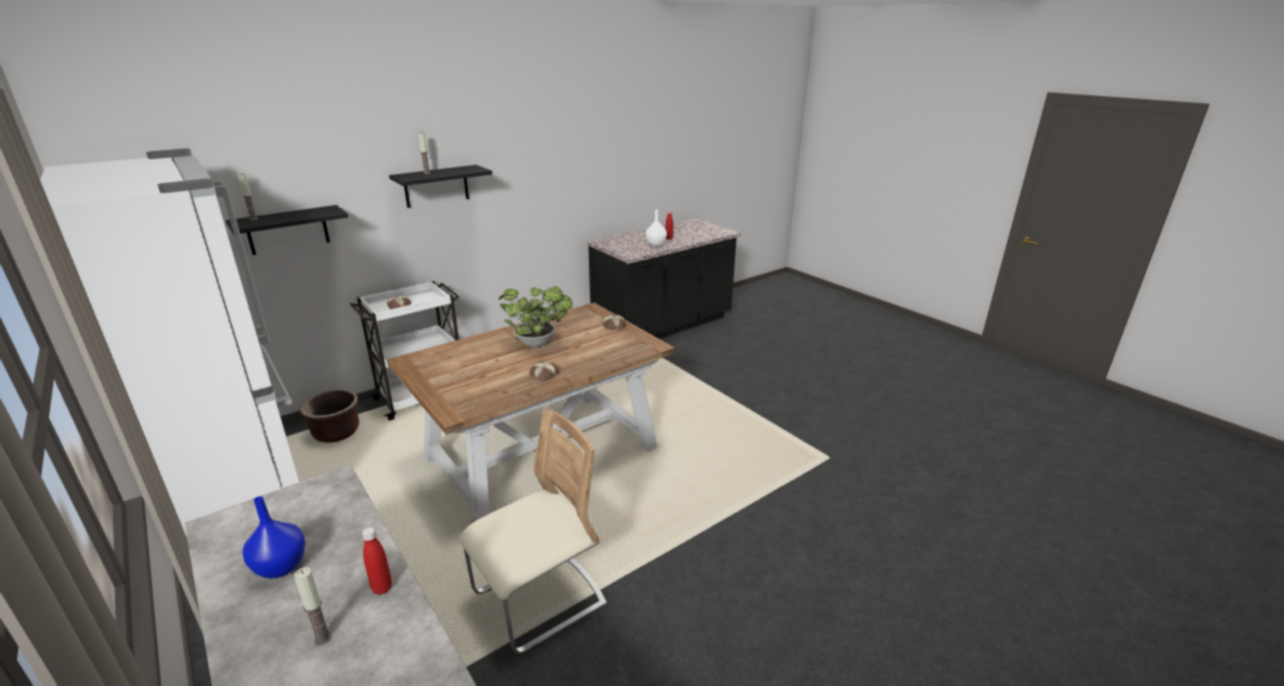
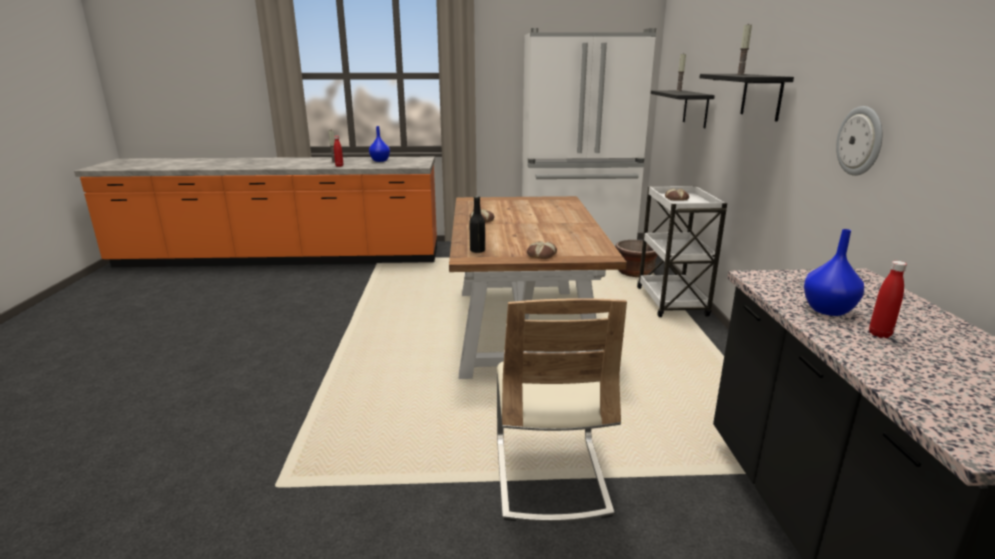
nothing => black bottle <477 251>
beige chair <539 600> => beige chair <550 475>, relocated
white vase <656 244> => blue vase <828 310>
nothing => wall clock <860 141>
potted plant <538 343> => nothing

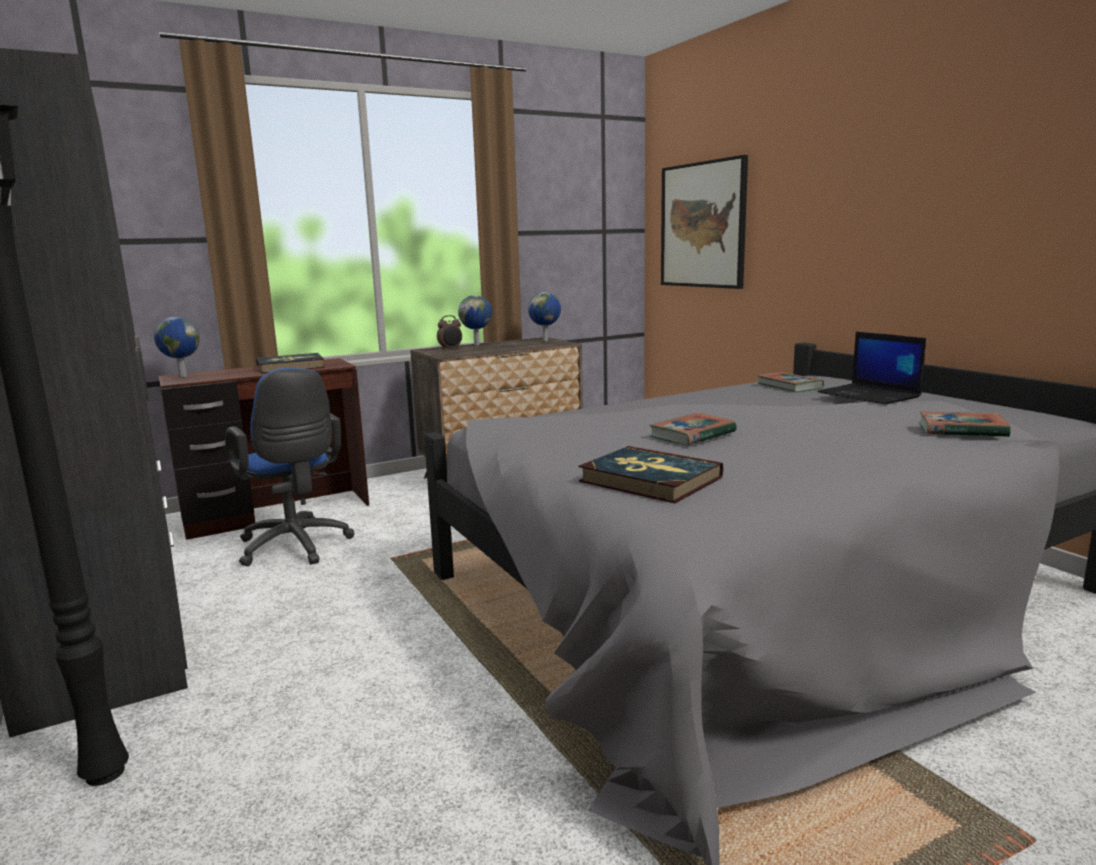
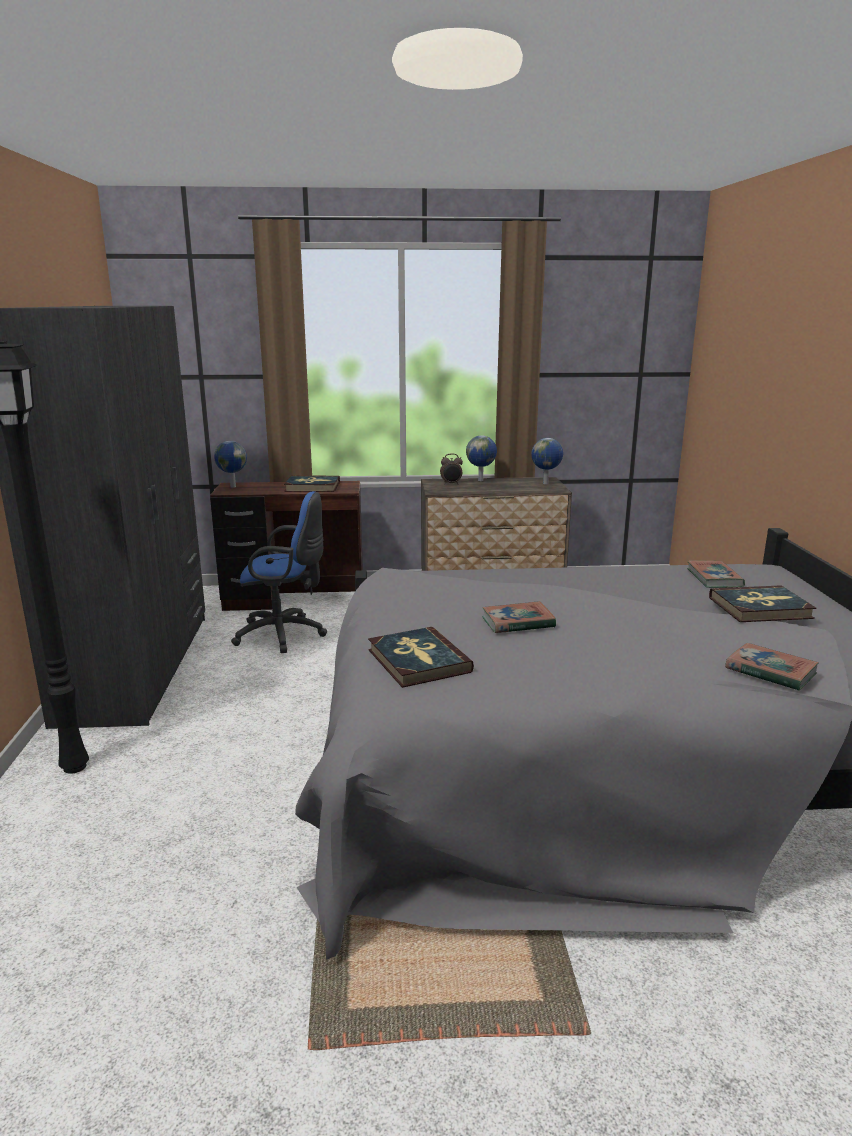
blue office chair <296 547> => blue office chair <285 635>, 75 degrees counterclockwise
laptop <870 395> => book <760 608>
picture <702 225> => nothing

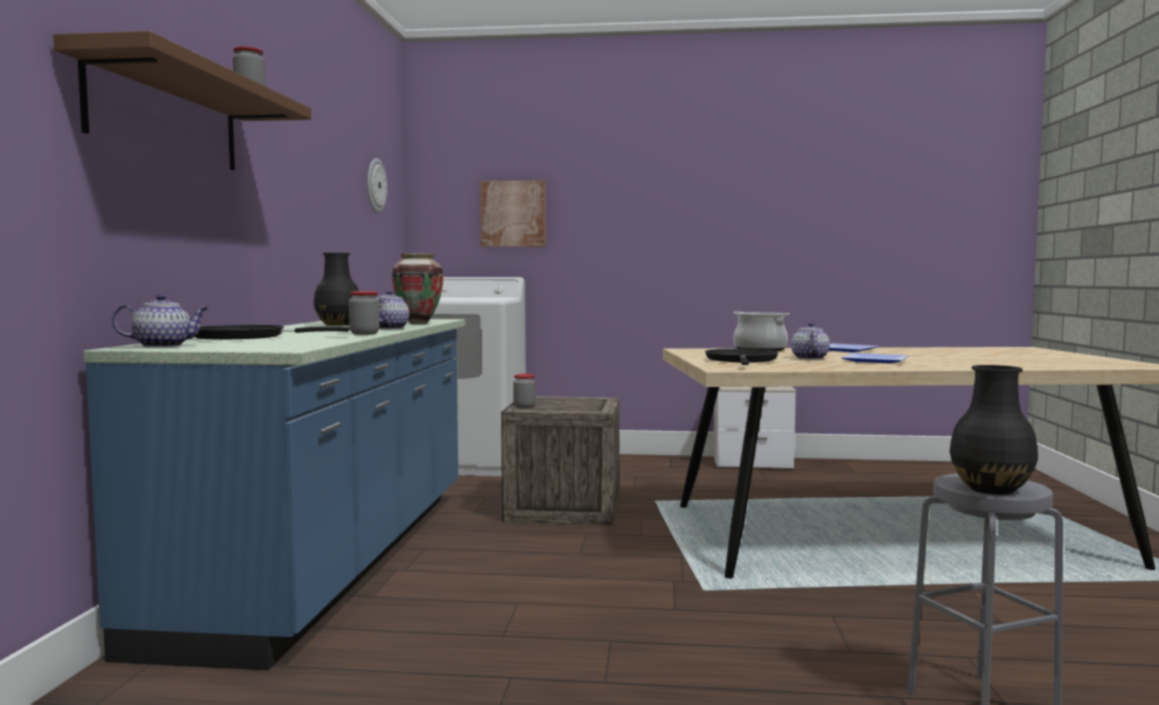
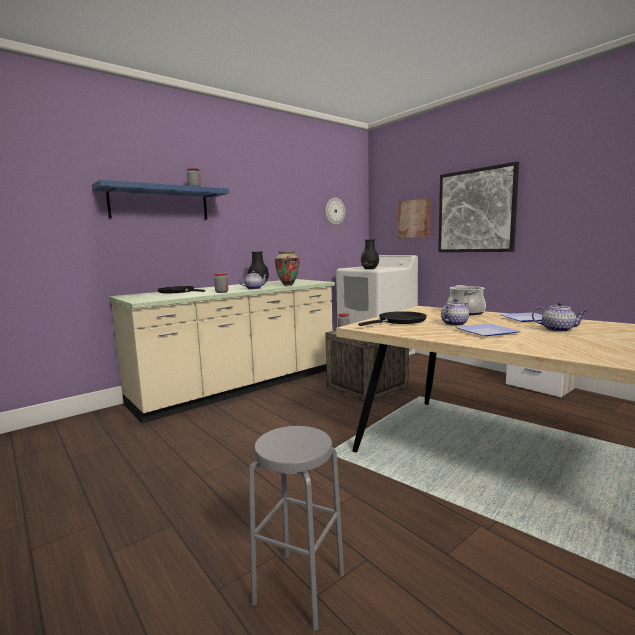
brown shelf <166 116> => blue shelf <160 203>
blue counter <332 560> => beige counter <238 387>
black vase <992 489> => black vase <370 269>, relocated
nothing => picture <476 211>
teapot <164 346> => teapot <558 329>, relocated

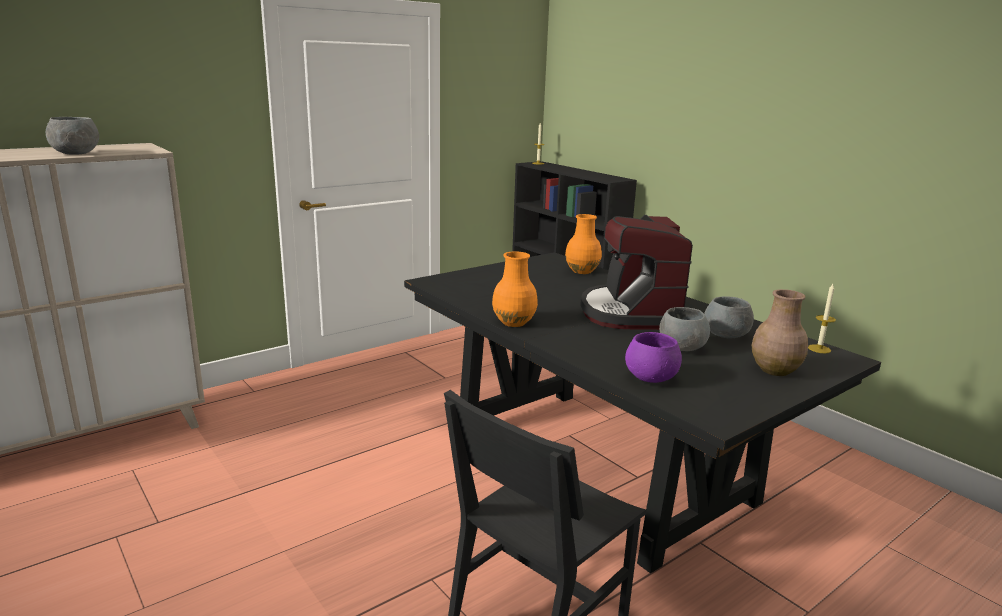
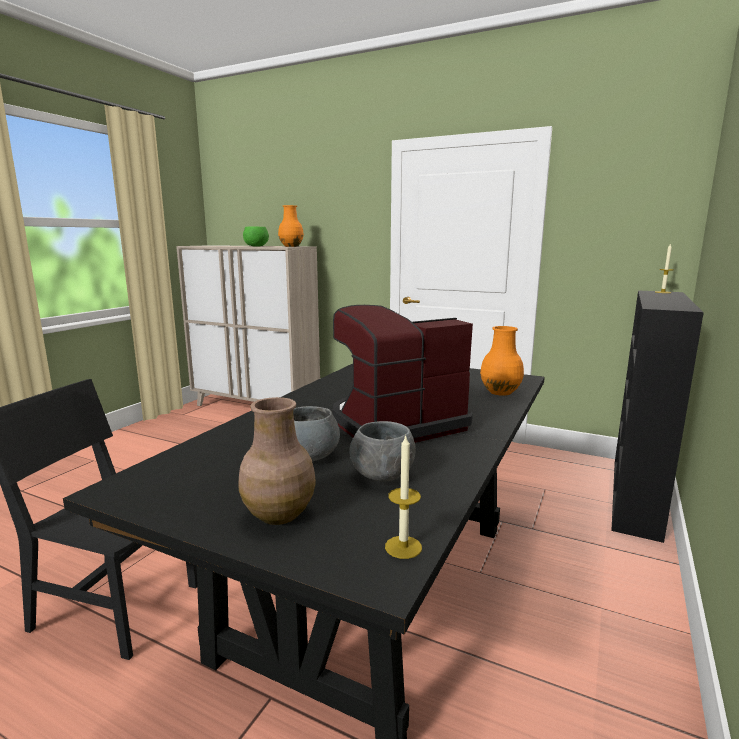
grey bowl <75 154> => green bowl <256 246>
orange vase <514 323> => orange vase <291 246>, relocated
purple bowl <651 378> => nothing

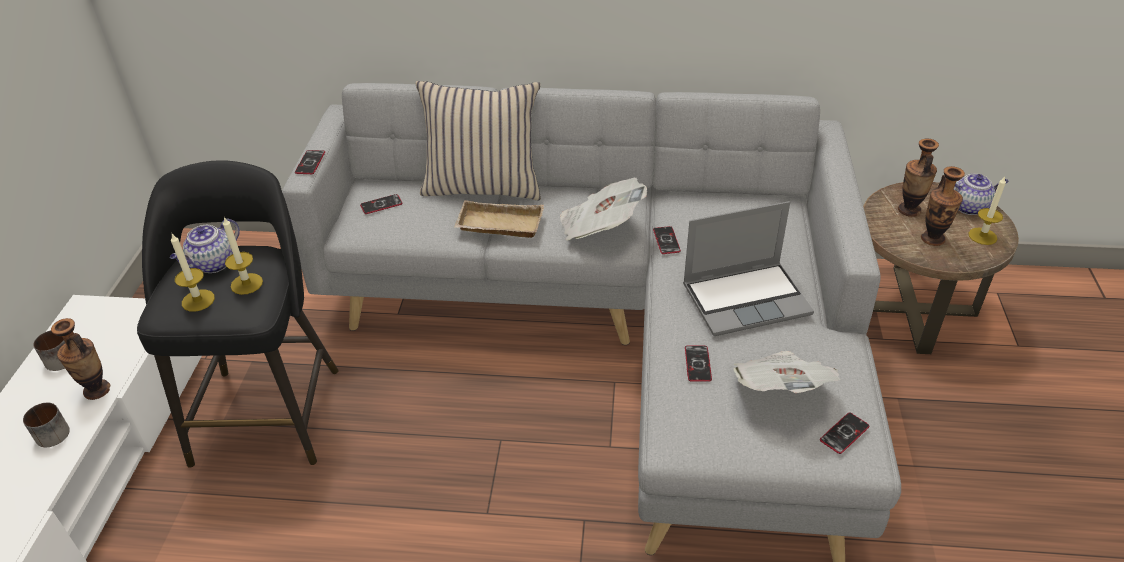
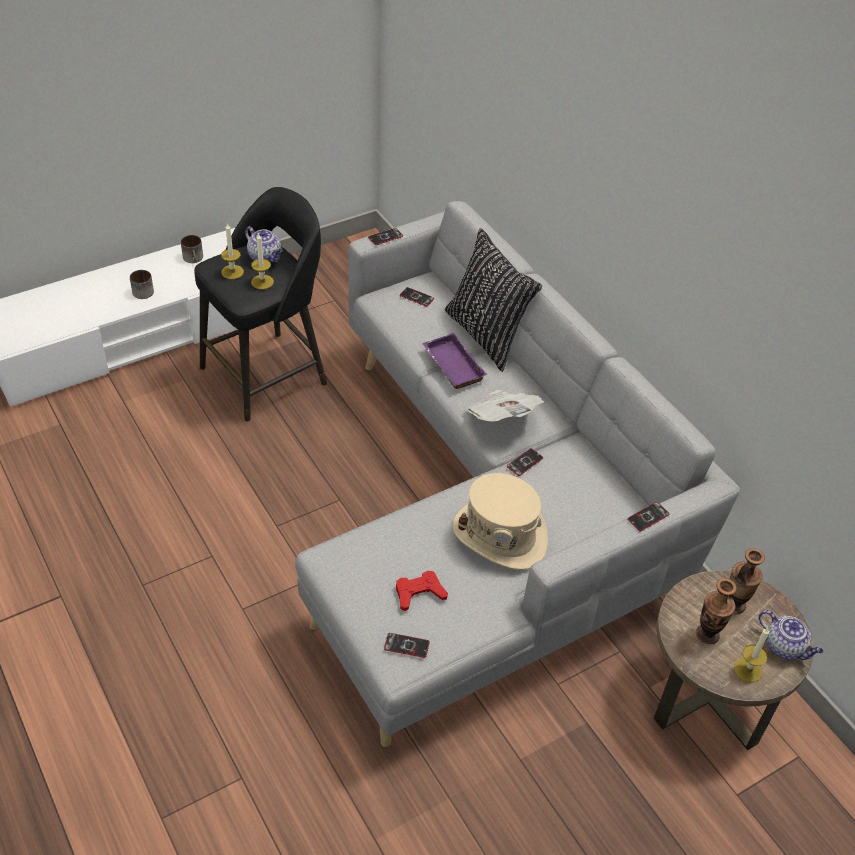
teapot <212 264> => teapot <265 258>, 135 degrees counterclockwise
newspaper <780 390> => red game controller <419 593>
beige tray <498 226> => purple tray <451 365>
beige pillow <483 186> => black pillow <487 335>
laptop <746 299> => beige hat <500 536>
phone <697 364> => phone <648 517>, relocated
vase <97 390> => nothing

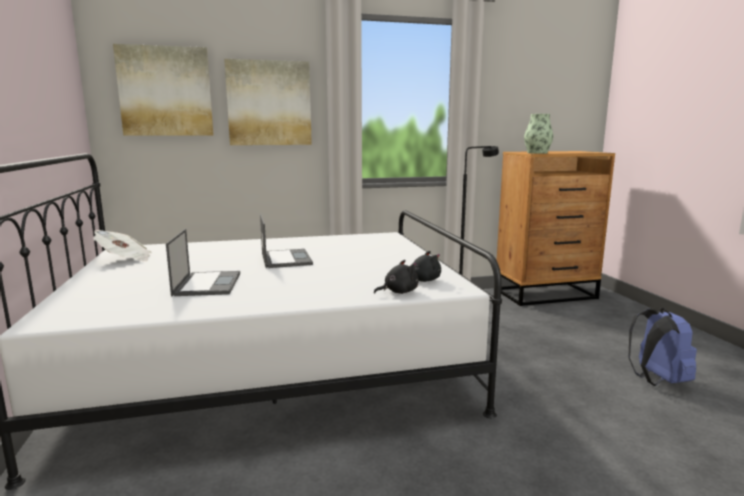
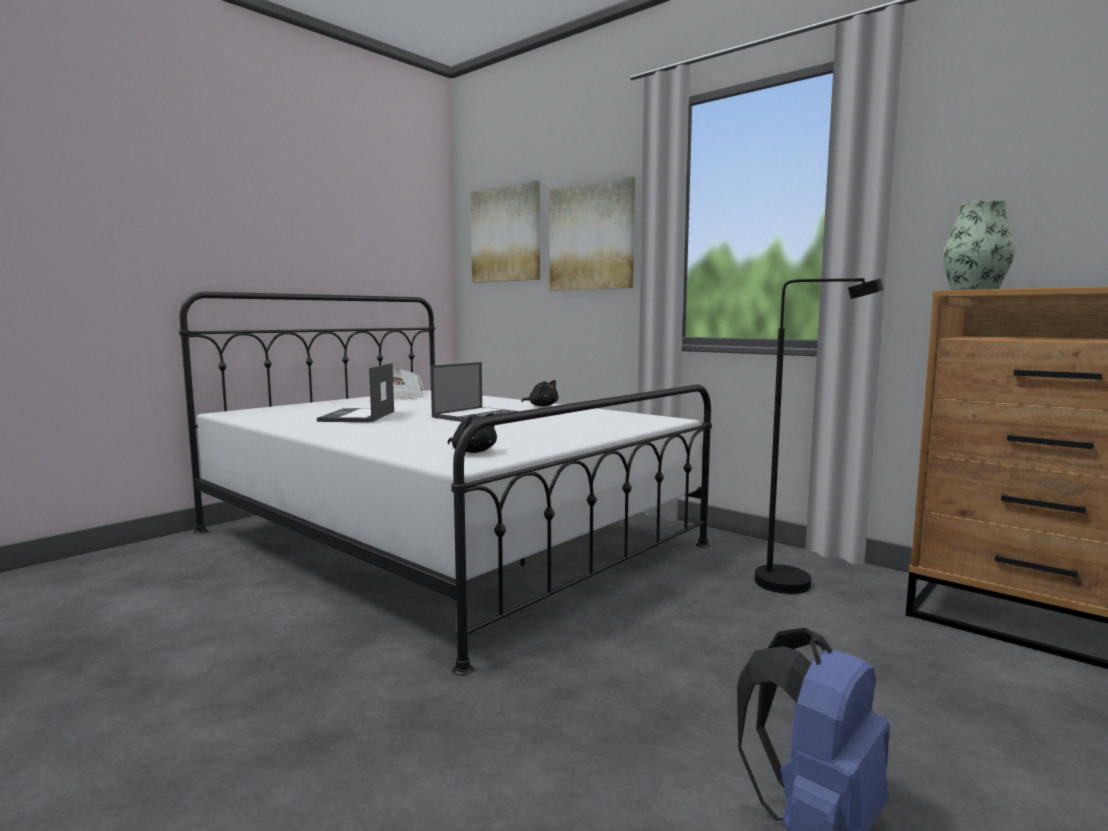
laptop <207 284> => laptop <357 416>, 135 degrees clockwise
black plush toy <398 292> => black plush toy <542 406>, relocated

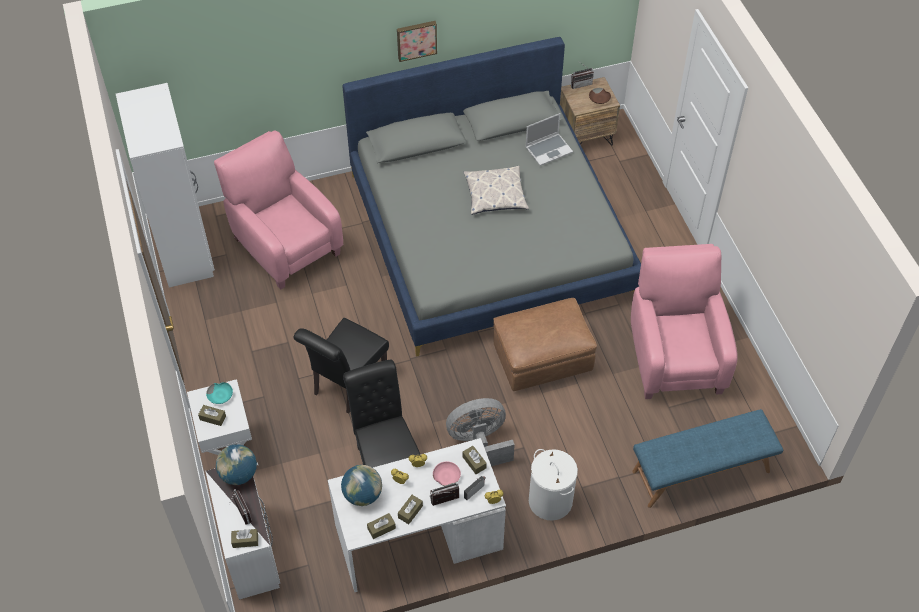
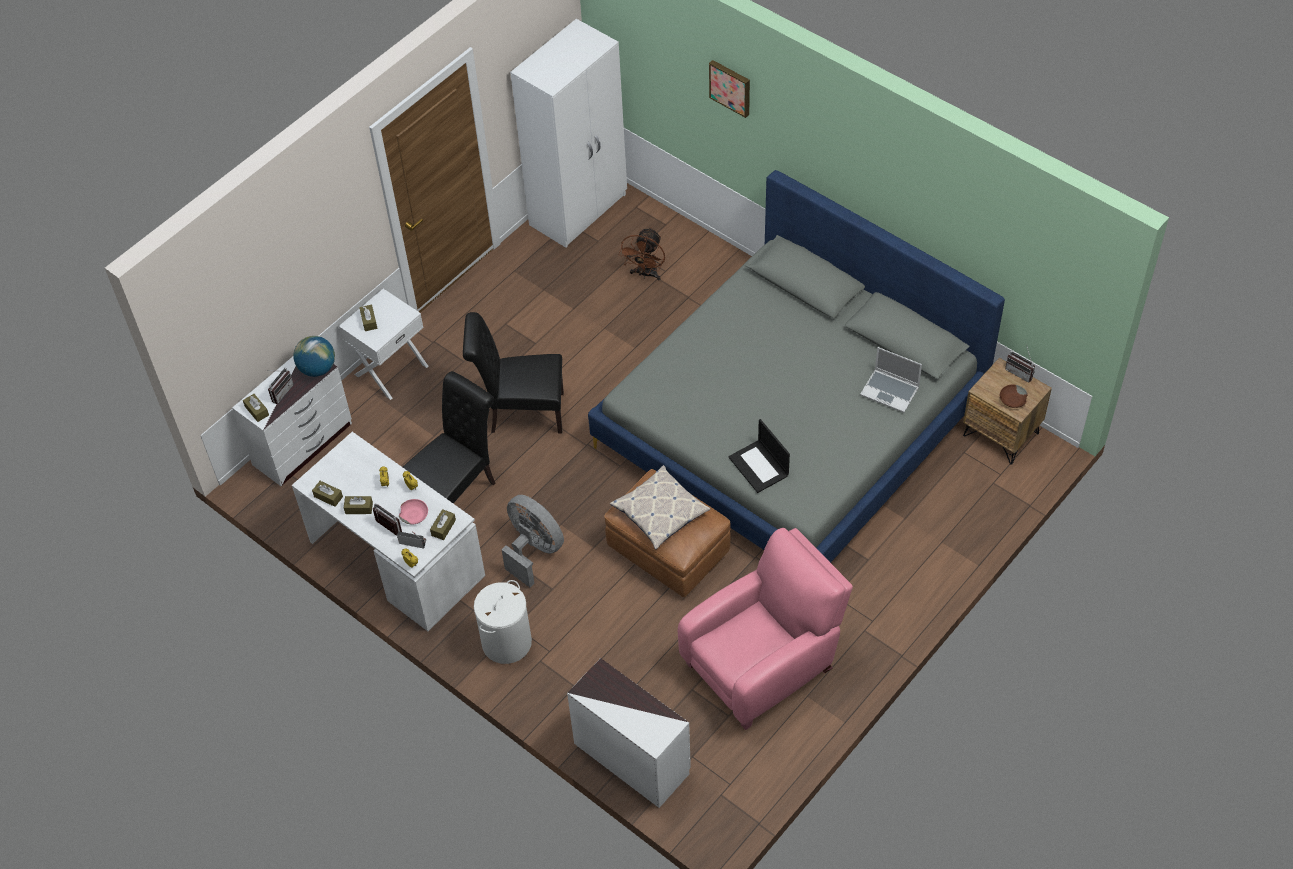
blue bench <701 472> => white dresser <632 757>
pillow <495 195> => pillow <660 512>, relocated
pink armchair <284 243> => brown fan <645 274>
picture <416 39> => picture <731 87>, relocated
nothing => laptop <759 466>
turquoise bowl <221 395> => nothing
globe <363 495> => nothing

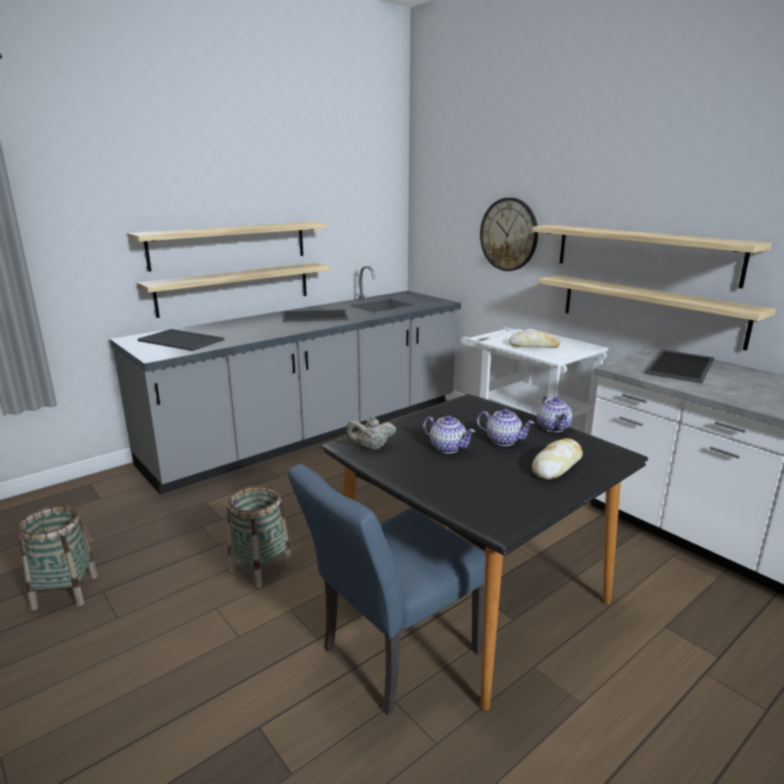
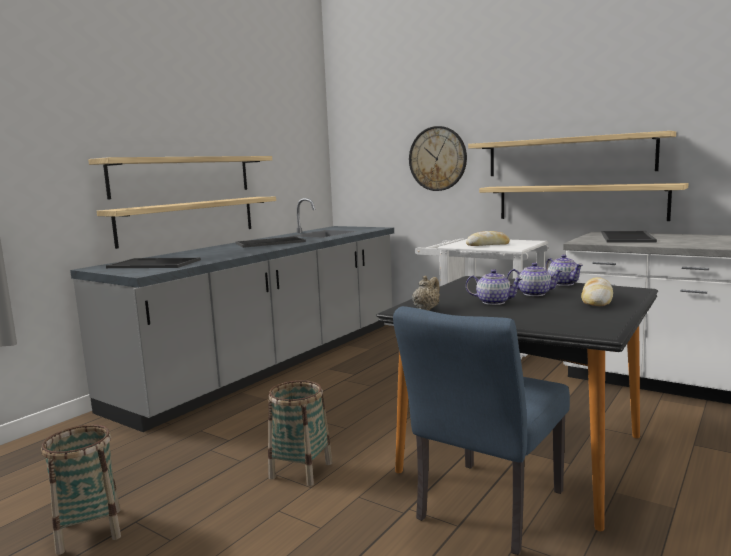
beige teapot <371 447> => beige teapot <426 309>, 150 degrees clockwise

